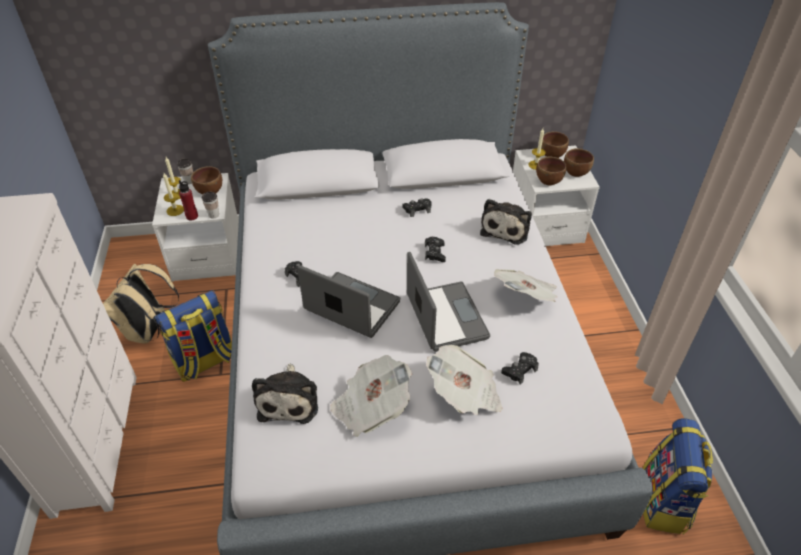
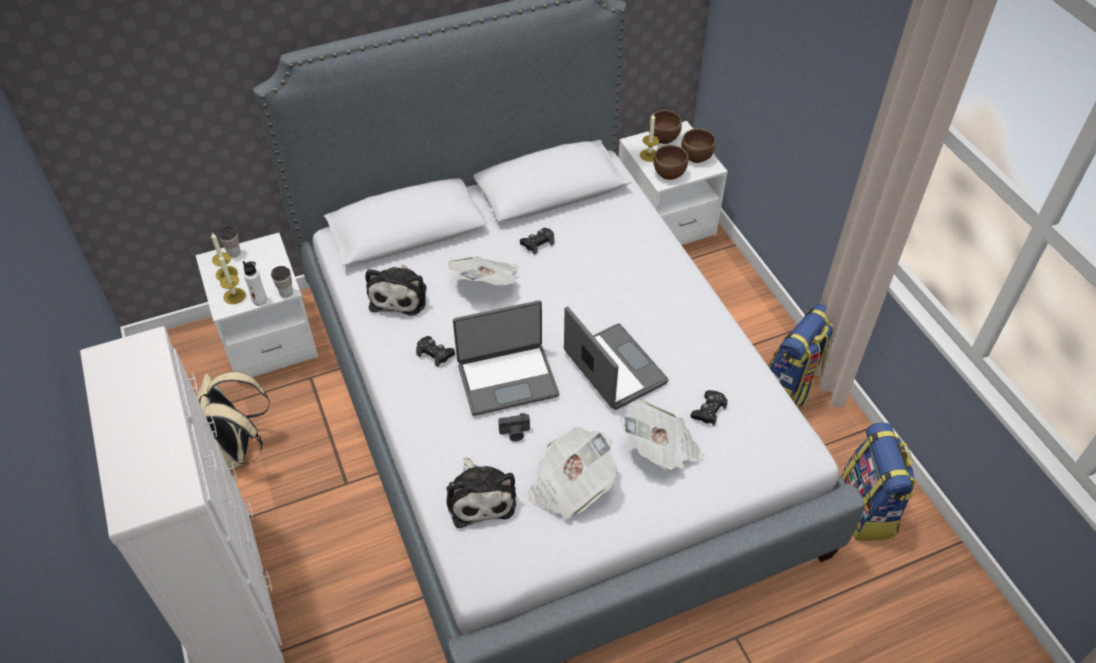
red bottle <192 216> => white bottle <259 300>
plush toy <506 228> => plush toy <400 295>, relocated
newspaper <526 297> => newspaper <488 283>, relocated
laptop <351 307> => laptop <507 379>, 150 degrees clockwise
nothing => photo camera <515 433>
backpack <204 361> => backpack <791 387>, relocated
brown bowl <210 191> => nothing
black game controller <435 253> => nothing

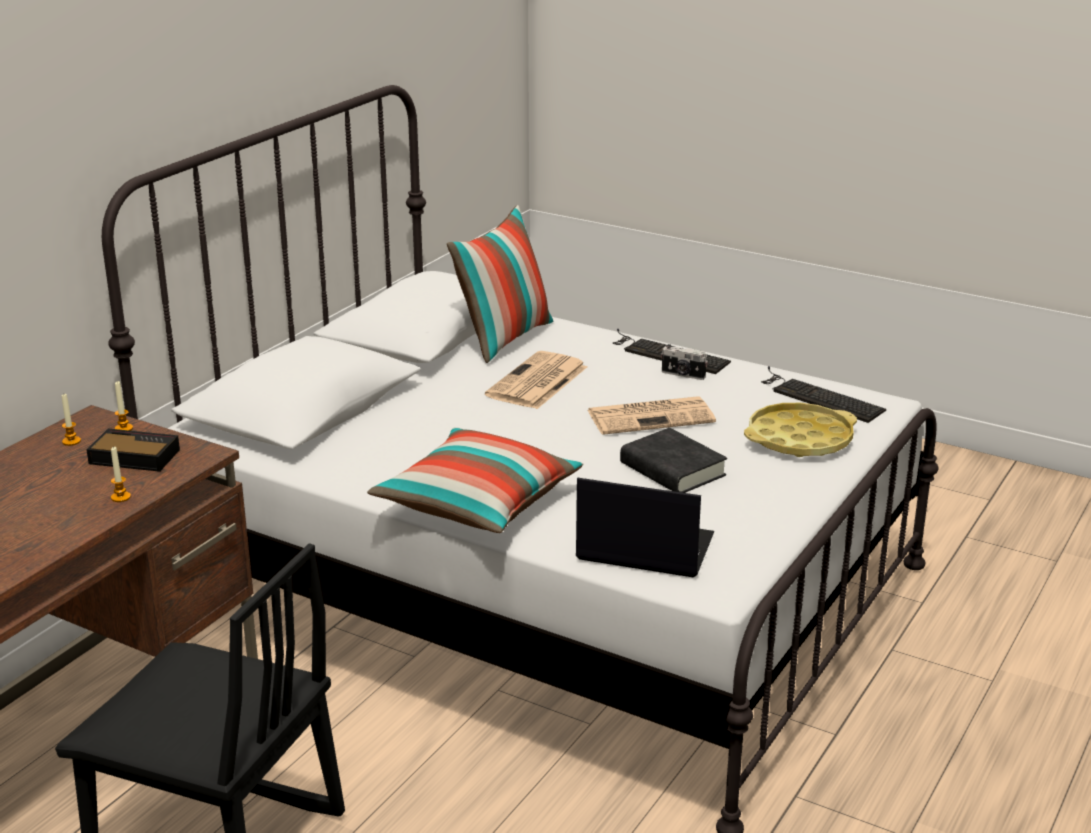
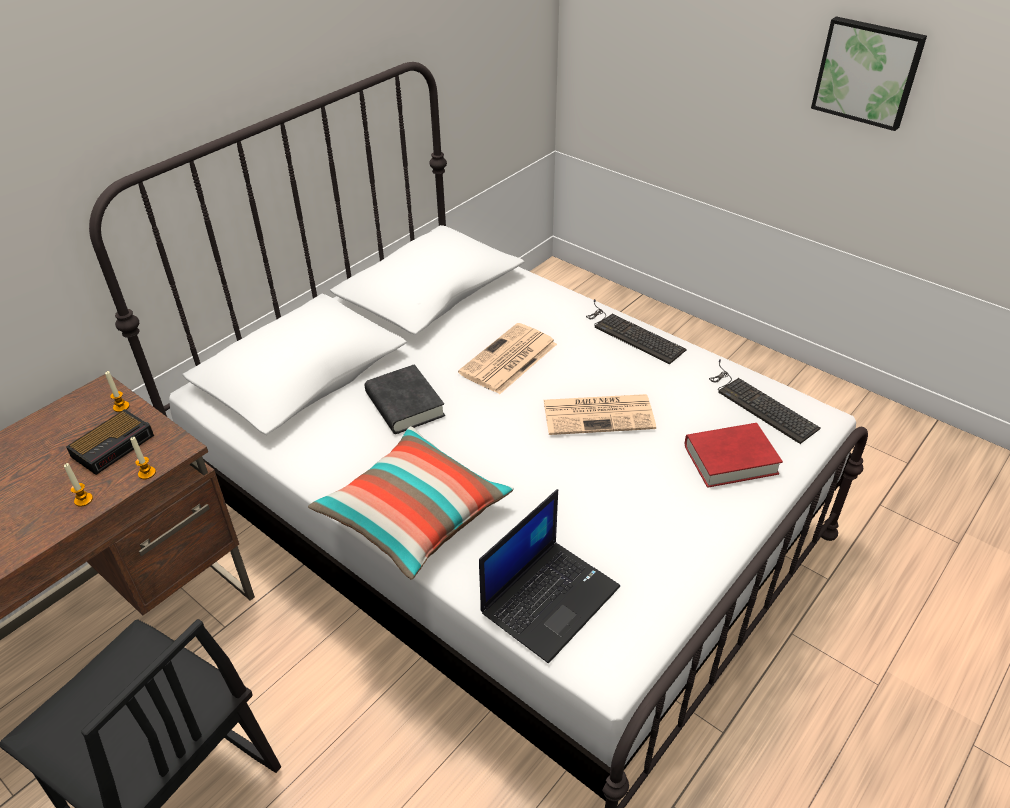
alarm clock <132 456> => alarm clock <114 445>, 105 degrees clockwise
candle <71 441> => candle <147 473>, relocated
black book <672 469> => black book <404 405>, relocated
laptop <643 548> => laptop <550 598>, 105 degrees clockwise
yellow tray <799 439> => red book <730 459>
nothing => picture <868 72>
pillow <503 338> => nothing
photo camera <683 375> => nothing

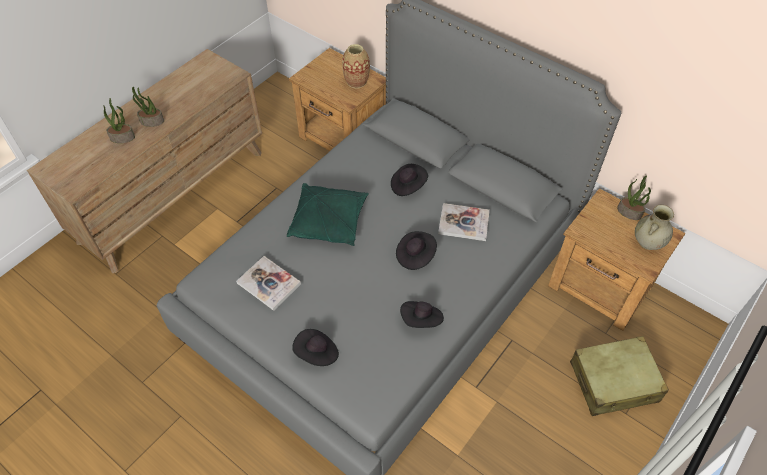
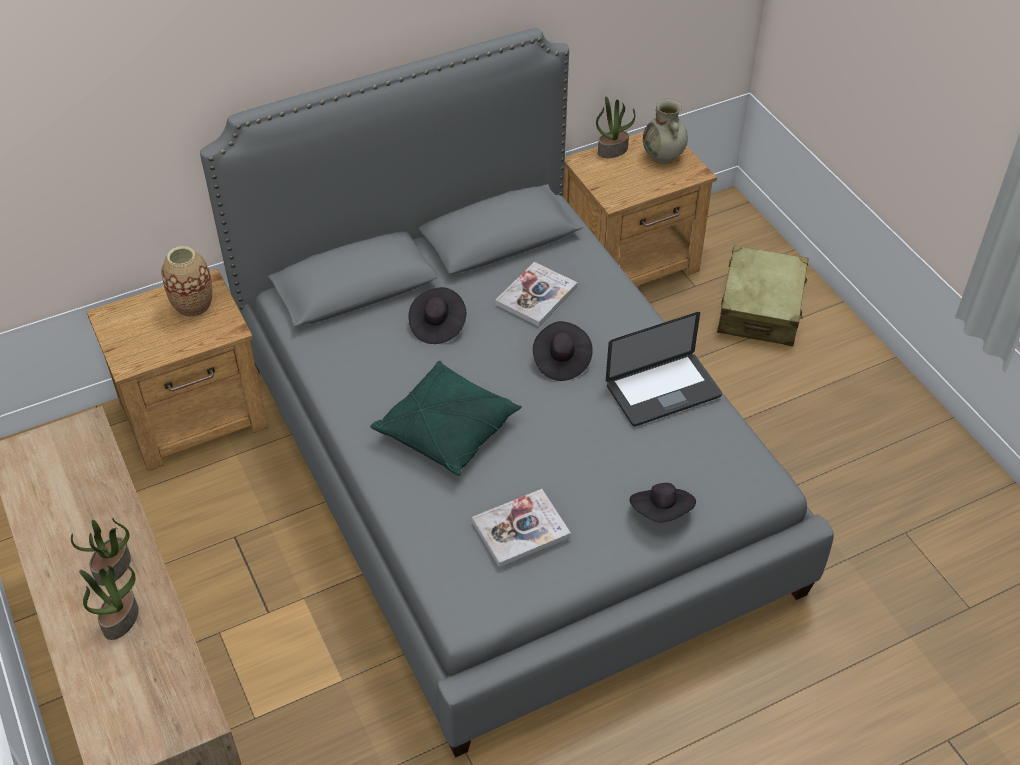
black hat <421 320> => laptop <663 391>

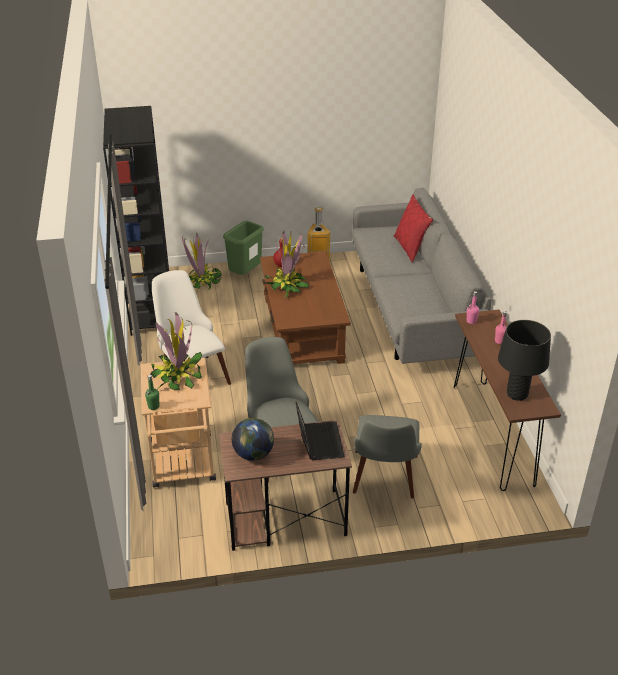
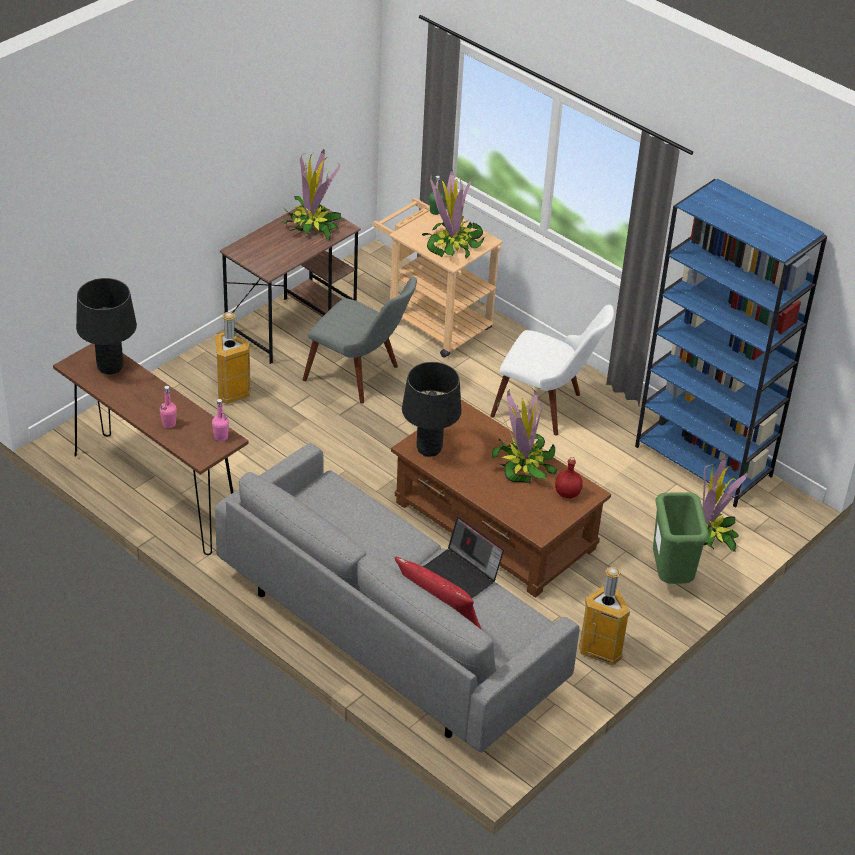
grey chair <384 481> => trash can <231 392>
globe <253 454> => potted plant <311 224>
nothing => black table lamp <429 449>
laptop <318 441> => laptop <462 574>, relocated
black bookcase <150 309> => blue bookcase <704 461>

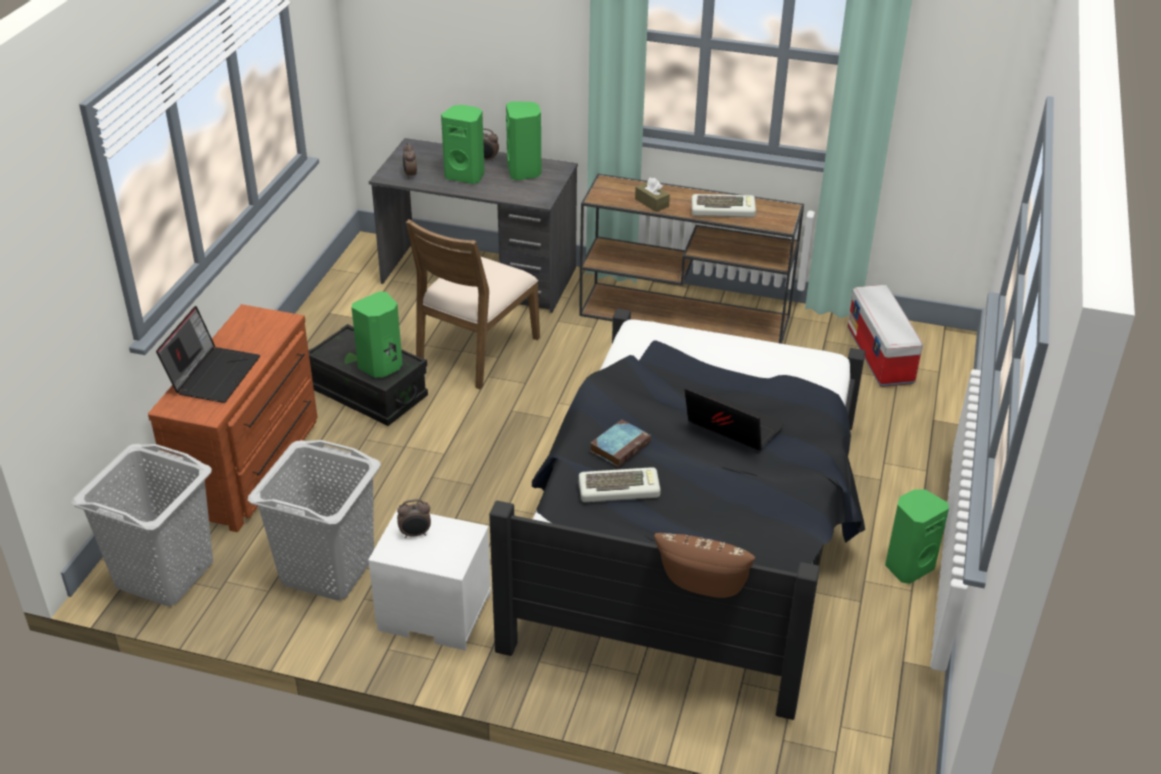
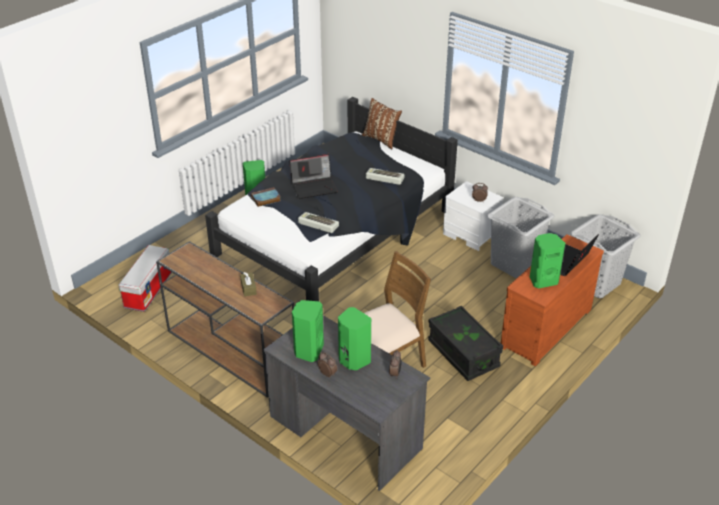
book <620 446> => book <265 199>, relocated
laptop <731 428> => laptop <314 187>, 75 degrees counterclockwise
keyboard <723 210> => keyboard <317 225>, relocated
green speaker <381 367> => green speaker <543 280>, relocated

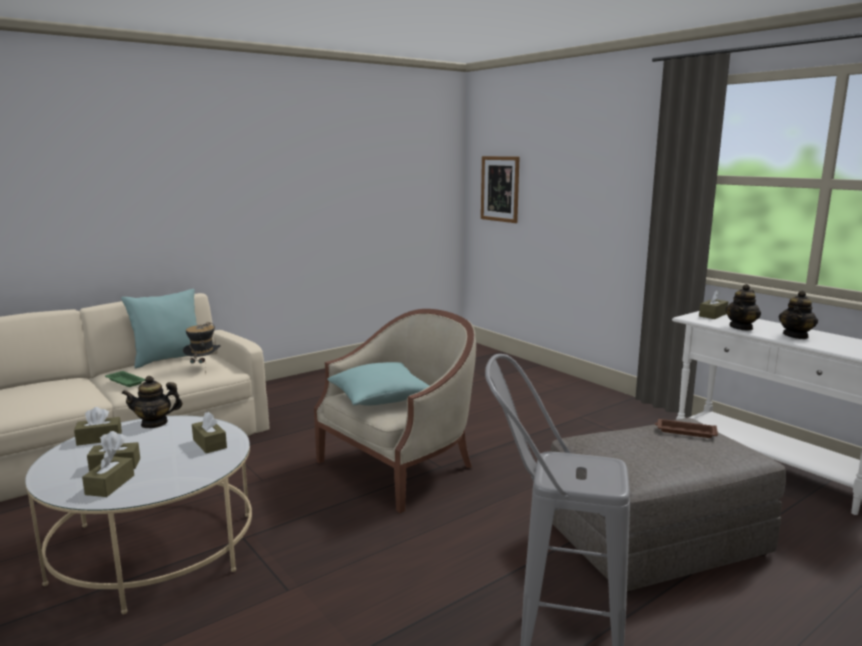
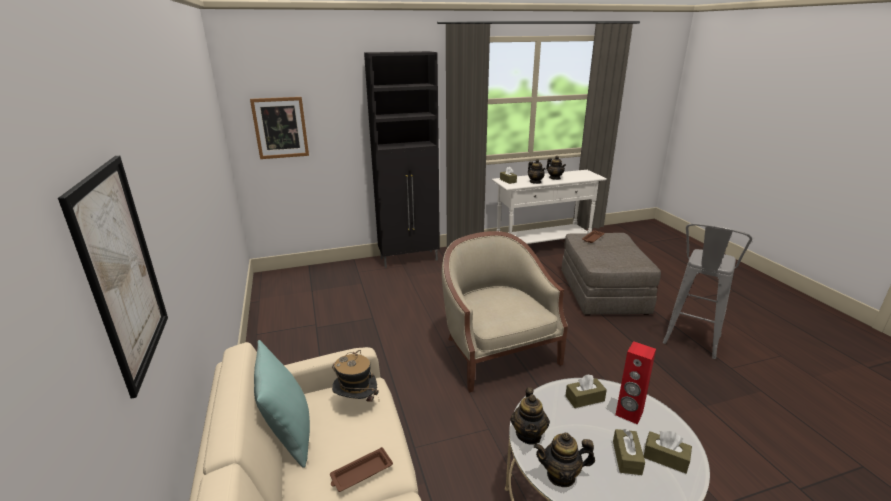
nothing => picture <122 271>
green tray <125 381> => brown tray <360 473>
nothing => black cabinet <410 259>
brown tissue box <99 438> => teapot <561 475>
nothing => red speaker <629 414>
turquoise pillow <380 398> => nothing

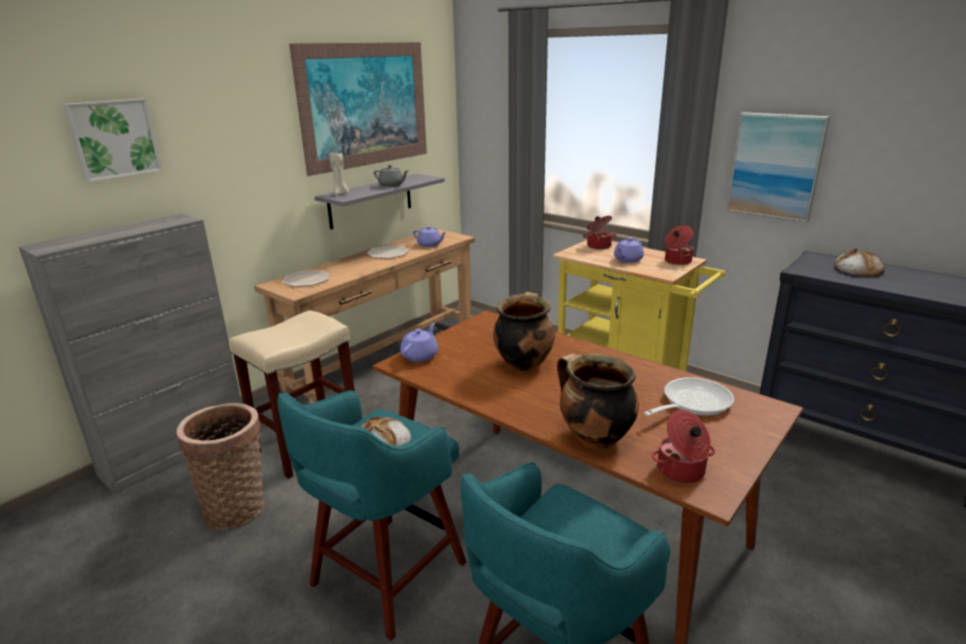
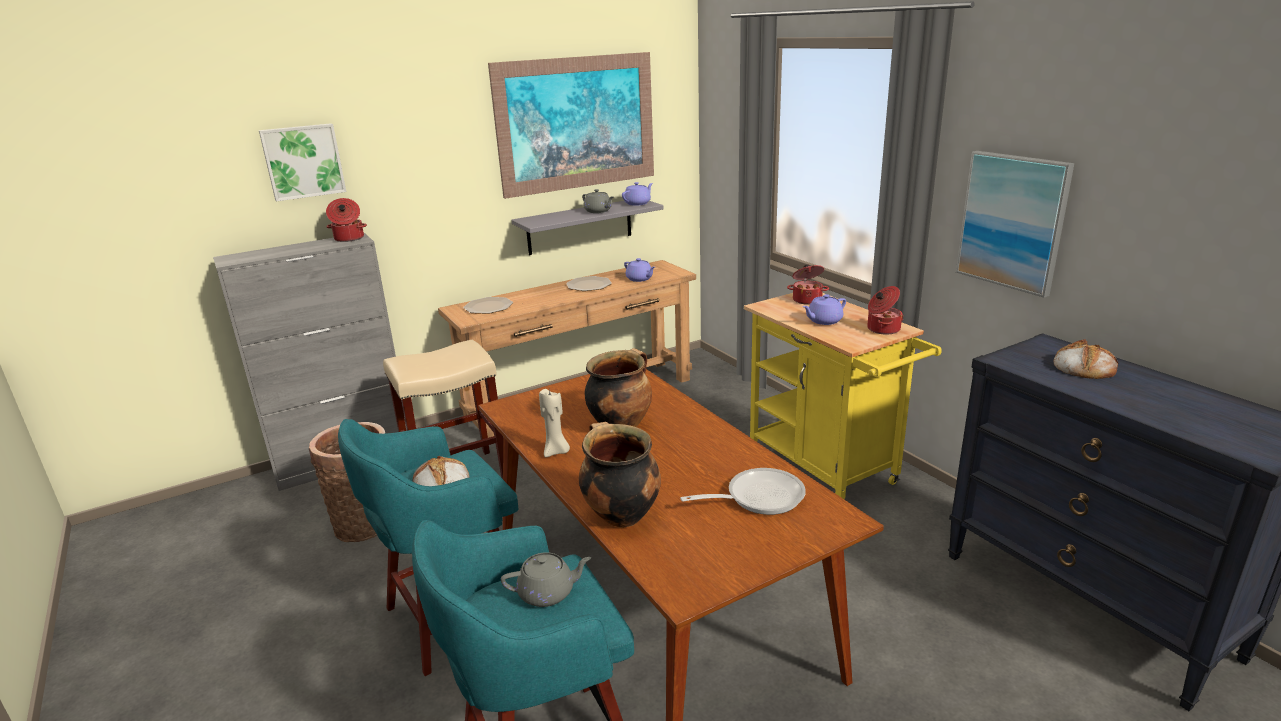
cooking pot <681 471> => cooking pot <348 238>, relocated
nothing => grey teapot <548 593>
beige candle <341 194> => beige candle <556 452>, relocated
purple teapot <420 355> => purple teapot <638 203>, relocated

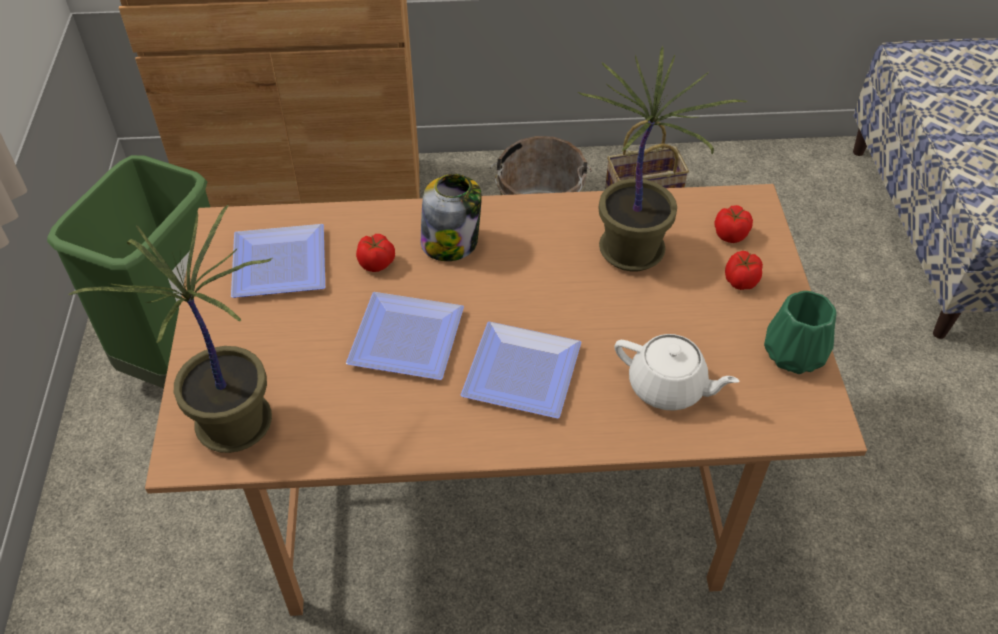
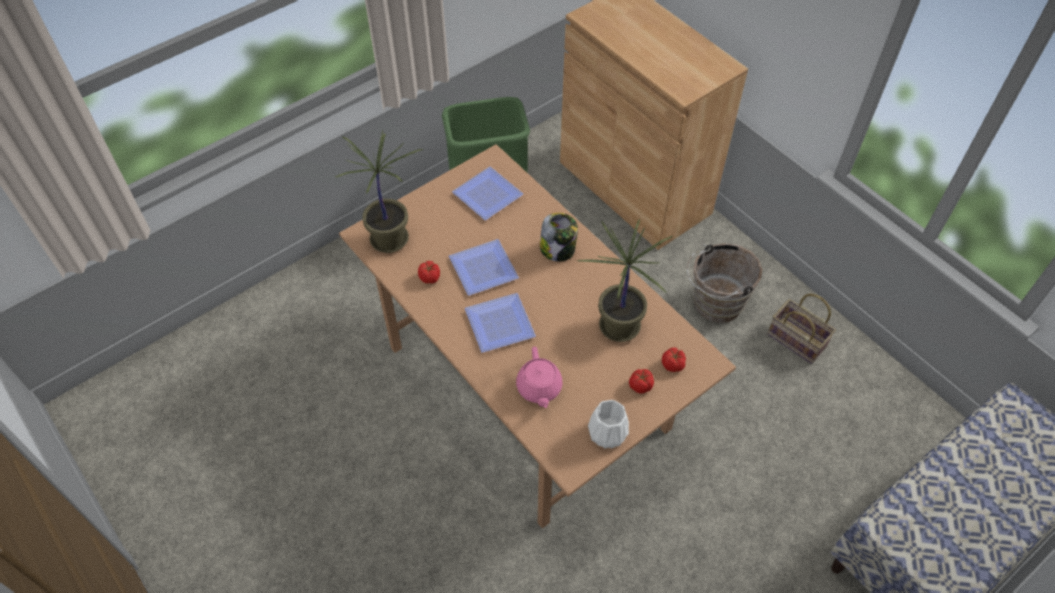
tomato <377 263> => tomato <430 278>, relocated
white teapot <668 387> => pink teapot <539 388>
green vase <793 352> => white vase <608 432>

